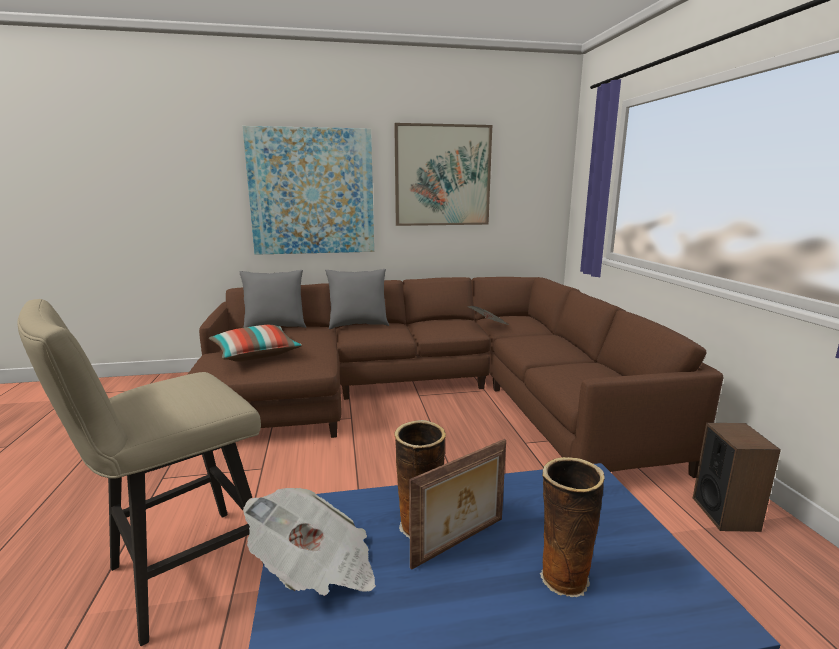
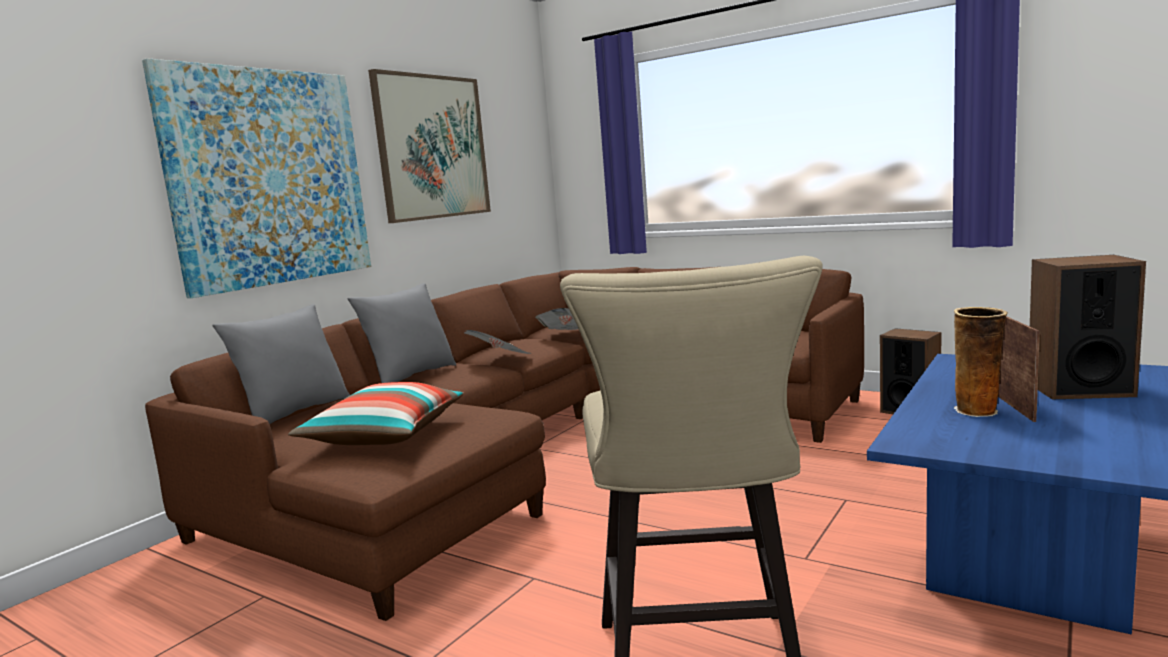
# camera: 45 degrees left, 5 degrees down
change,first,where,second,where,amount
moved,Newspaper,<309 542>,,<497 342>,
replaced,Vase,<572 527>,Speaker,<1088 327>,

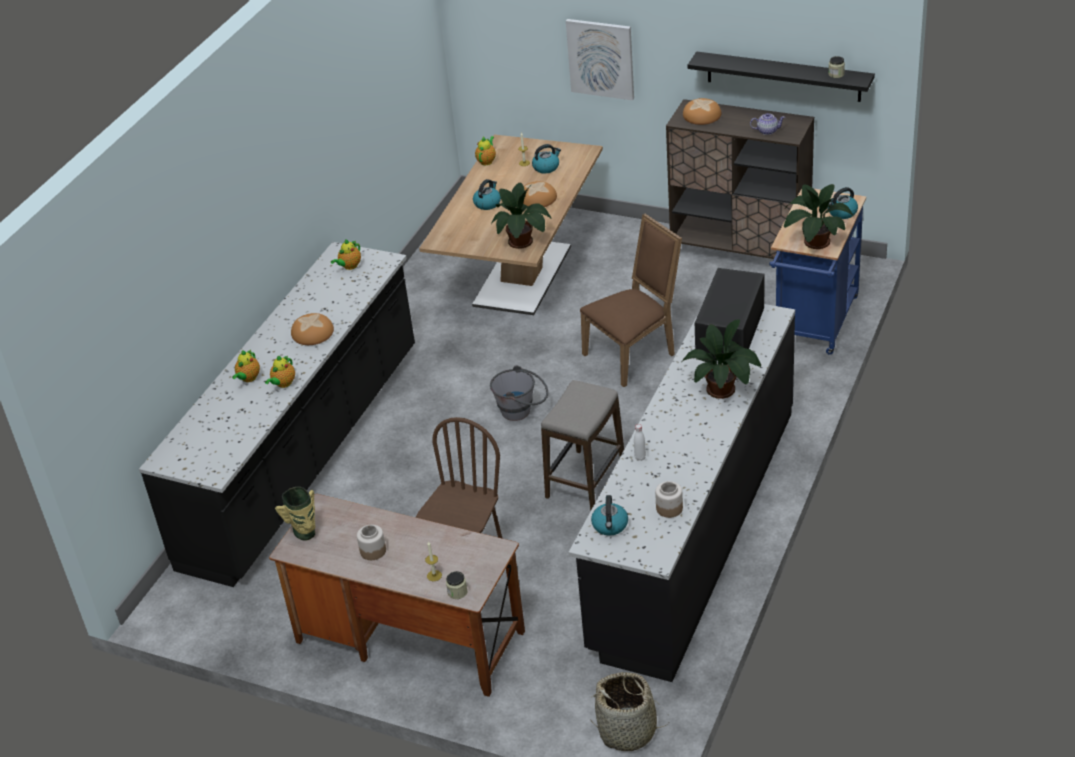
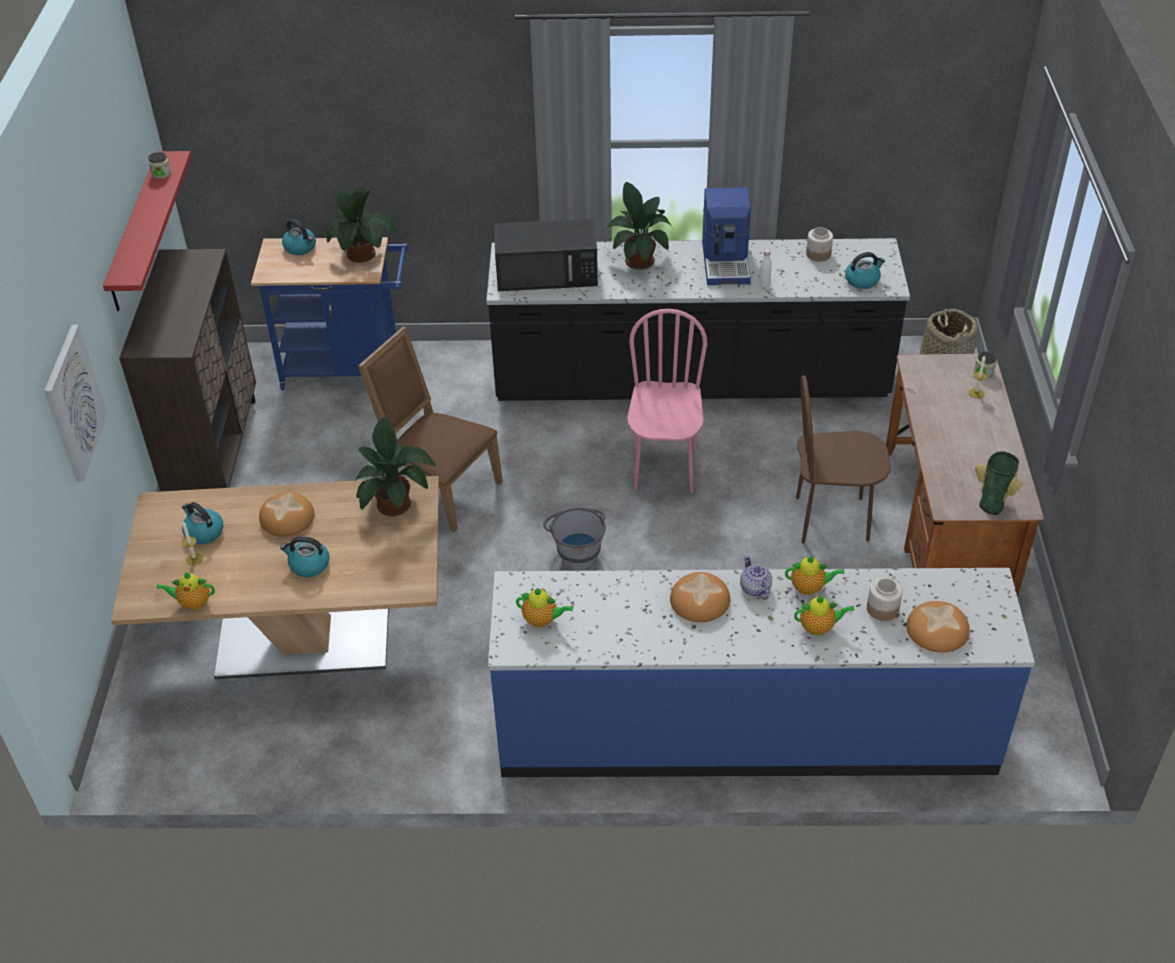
# camera: 115 degrees left, 5 degrees up
change,first,where,second,where,amount
recoloured,BlackCounter,<277 414>,BlueCounter,<761 672>,
moved,Jar,<371 542>,,<885 599>,
replaced,Stool,<582 445>,PinkChair,<667 401>,
moved,Bread,<702 111>,,<938 627>,
recoloured,BlackShelf,<781 76>,RedShelf,<147 231>,
moved,Teapot,<767 124>,,<756 577>,
added,,,CoffeeMachine,<726 236>,

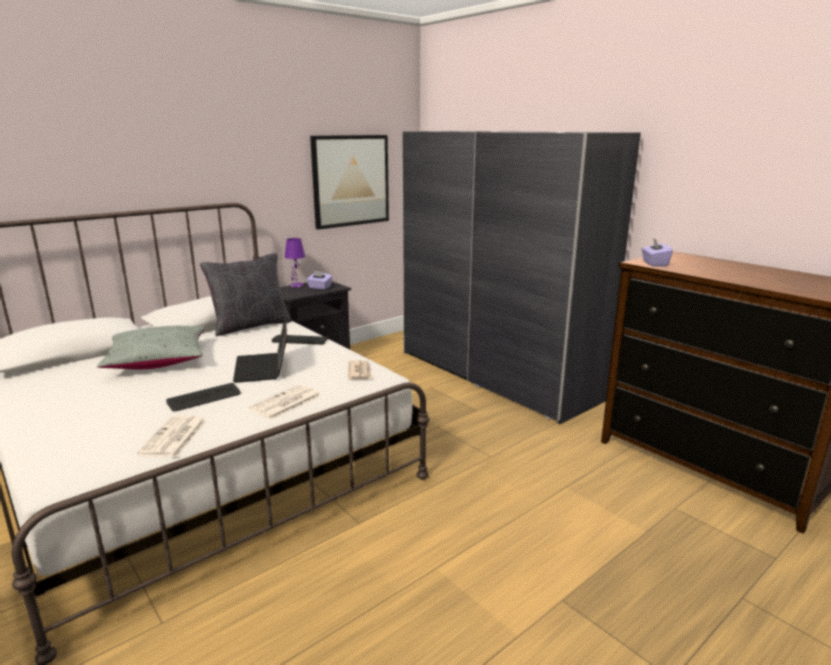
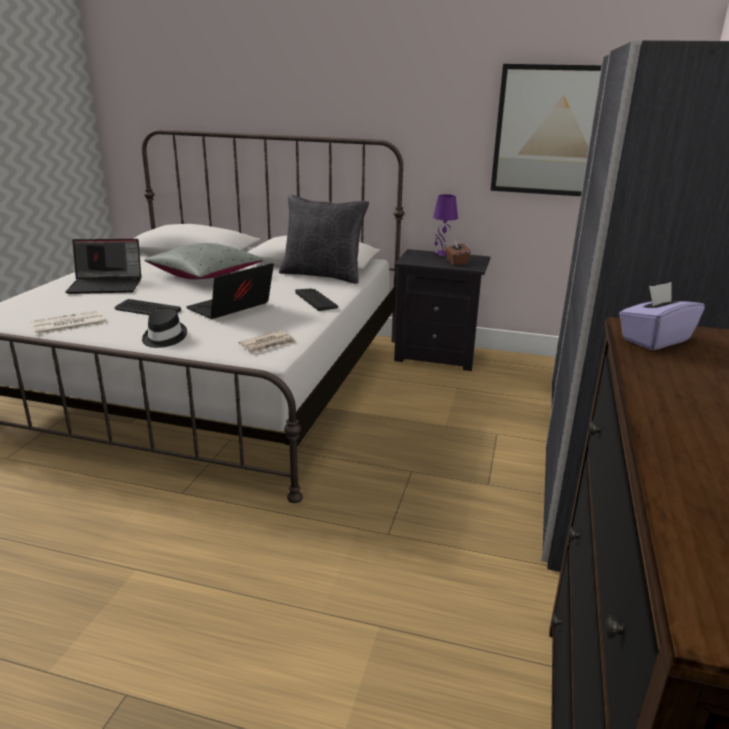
# camera: 55 degrees right, 5 degrees up
change,first,where,second,where,amount
replaced,Newspaper,<285 402>,BlackHat,<164 328>,
recoloured,PurpleTissueBox,<319 280>,BrownTissueBox,<457 252>,
added,,,Laptop,<103 266>,

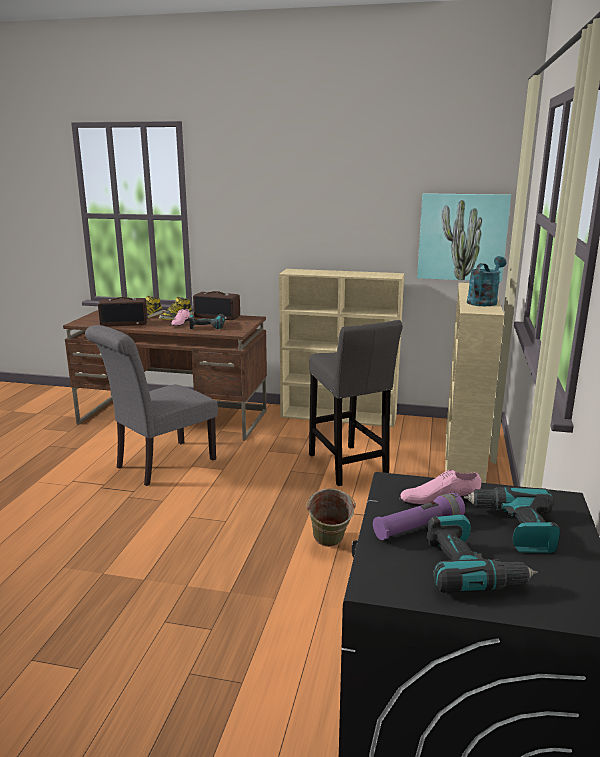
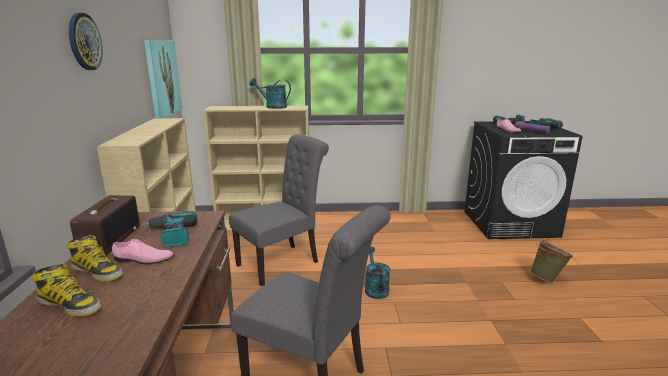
# camera: 105 degrees left, 0 degrees up
change,first,where,second,where,amount
removed,Radio,<123 312>,,,
moved,GreenBucket,<331 517>,,<551 261>,
replaced,GreyStool,<356 403>,GreyChair,<279 210>,
added,,,WallClock,<86 41>,
added,,,TurquoiseWateringCan,<377 273>,

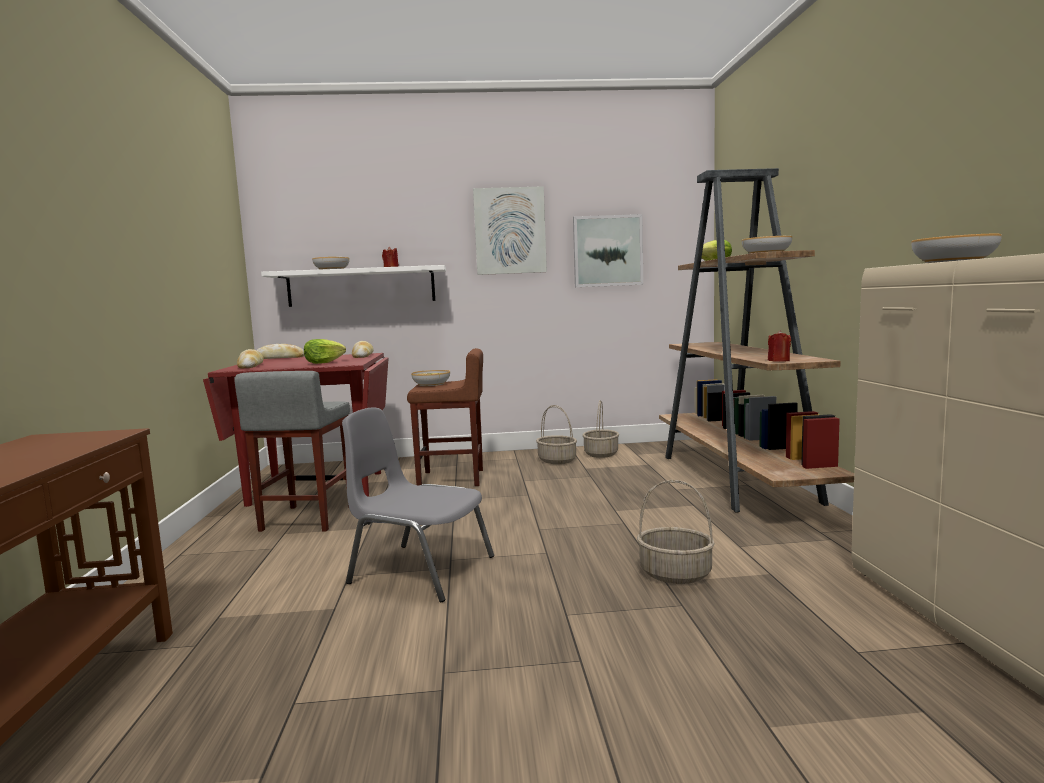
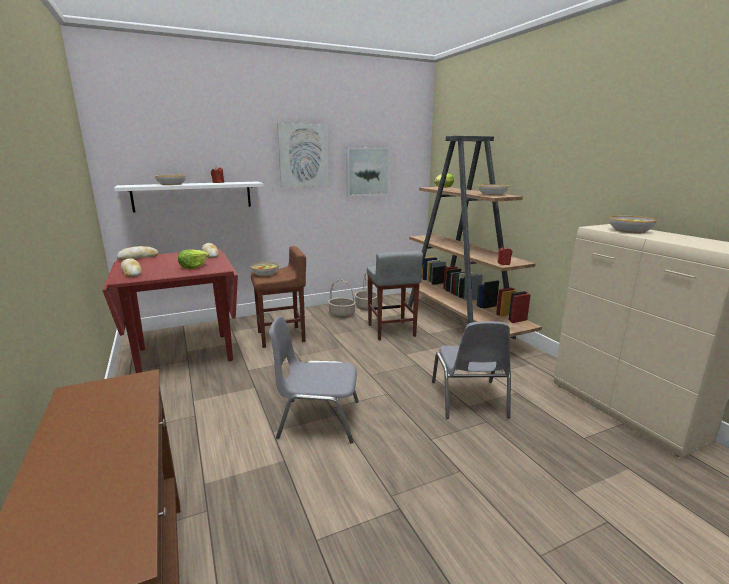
# camera: 20 degrees left, 10 degrees up
change,first,where,second,where,amount
moved,GreyStool,<292 451>,,<395 295>,
replaced,Basket,<676 532>,GreyChair,<471 370>,

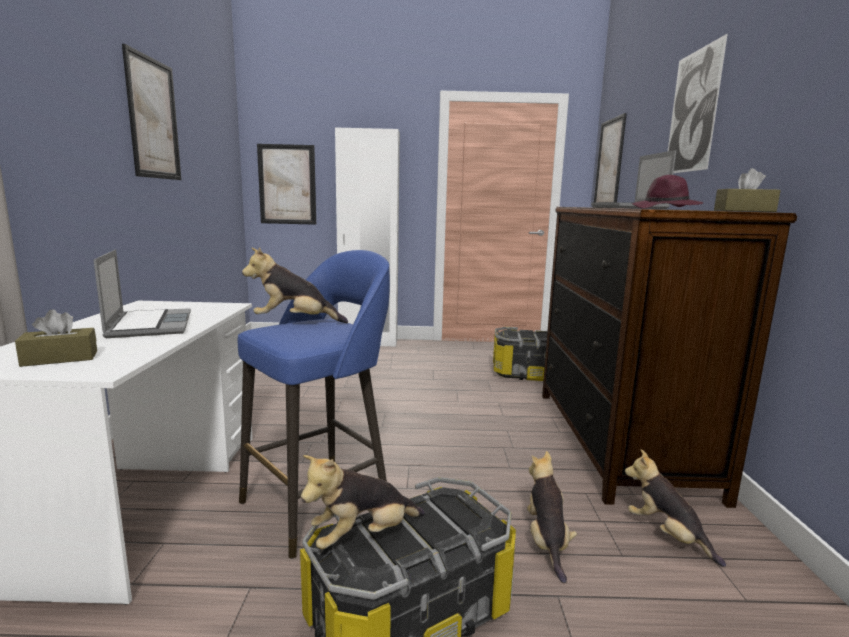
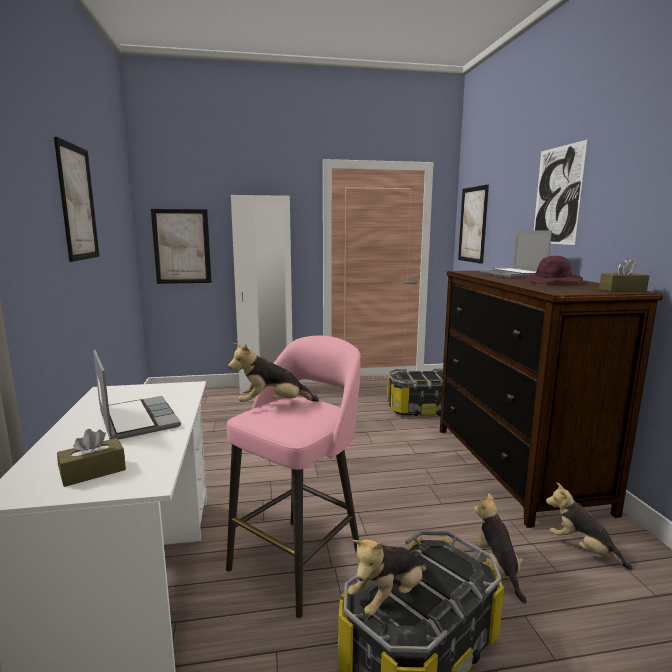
# camera: 10 degrees left, 0 degrees up
change,first,where,second,where,amount
recoloured,BlueStool,<314 404>,PinkStool,<293 477>,

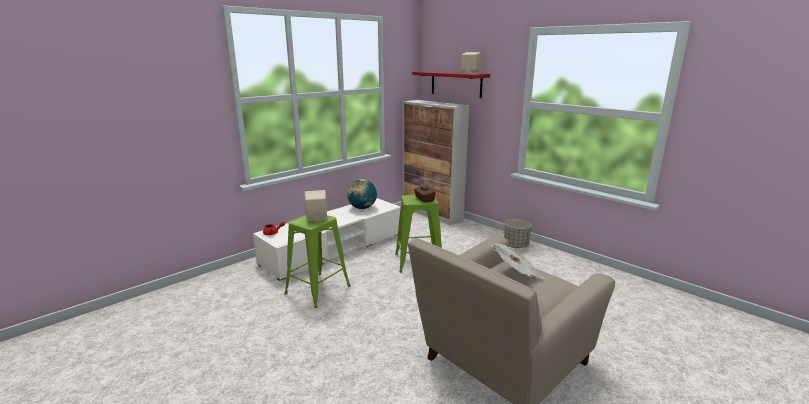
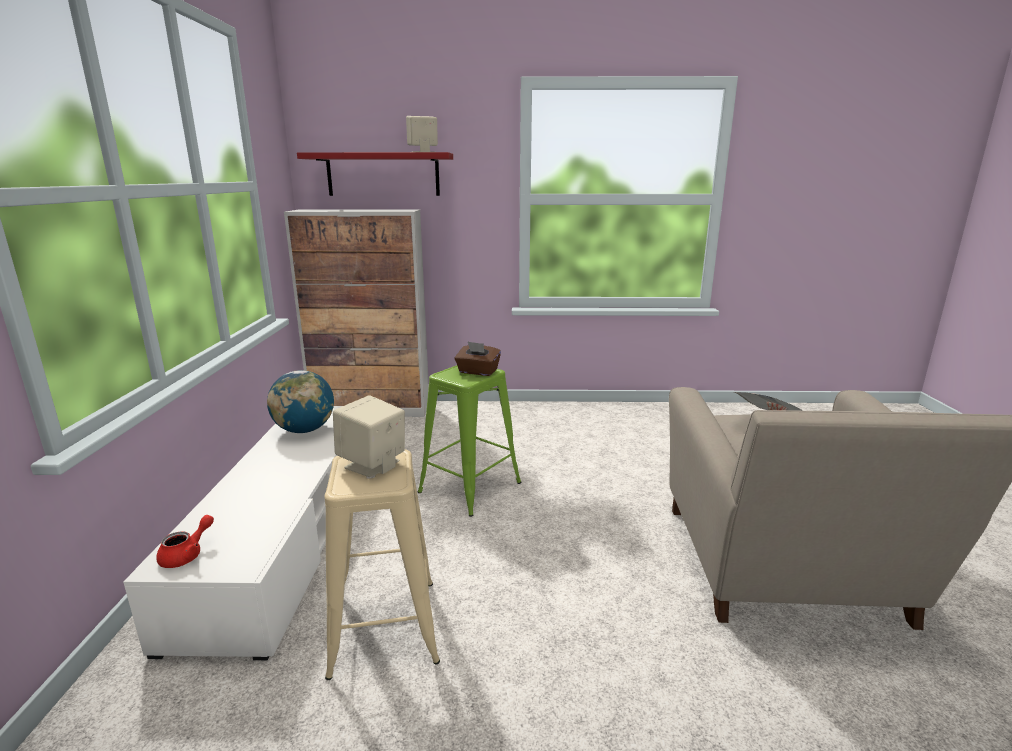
# camera: 45 degrees left, 0 degrees up
change,first,where,second,where,amount
recoloured,GreenStool,<317 261>,BeigeStool,<382 564>,
removed,GreyPlanter,<517 233>,,,

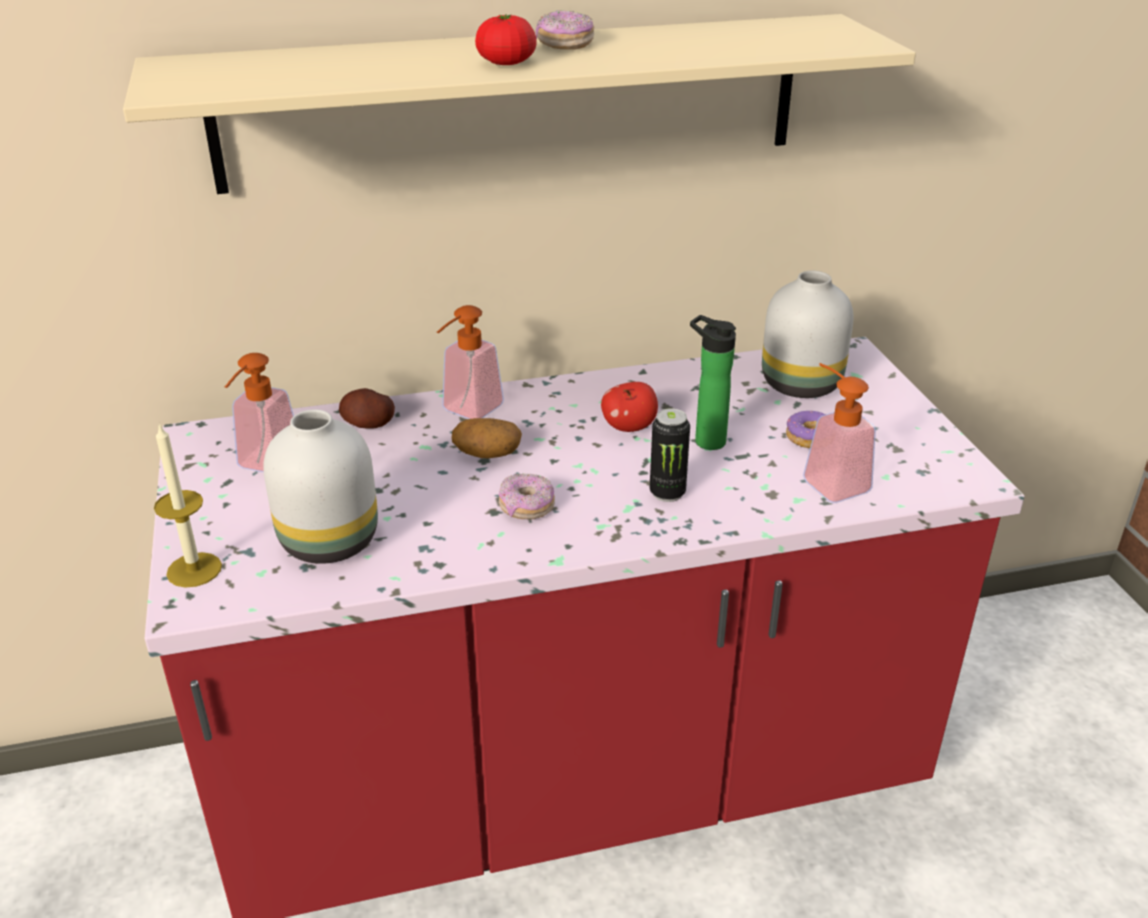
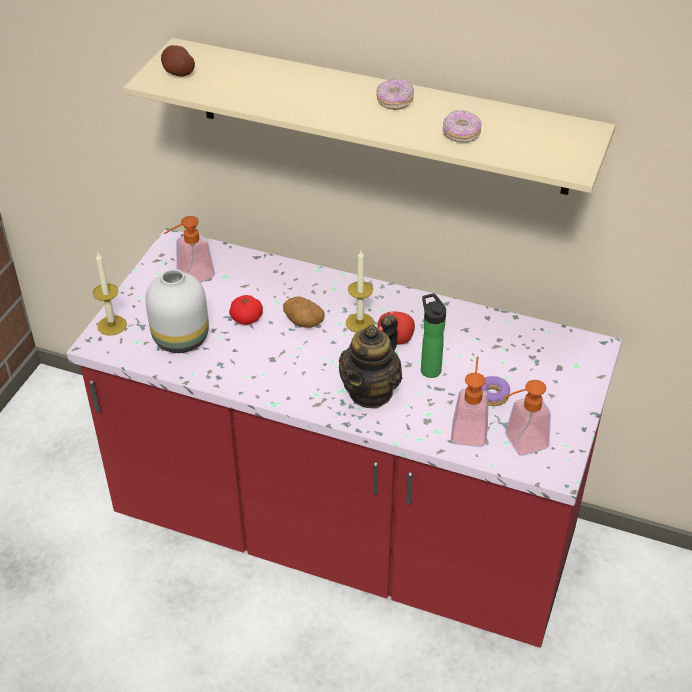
# camera: 35 degrees right, 10 degrees up
change,first,where,second,where,amount
moved,Potato,<367 408>,,<178 61>,
moved,SoapDispenser,<470 362>,,<527 418>,
moved,Tomato,<506 39>,,<246 310>,
moved,Donut,<527 496>,,<462 126>,
replaced,Can,<670 455>,Teapot,<370 362>,
removed,WhiteVase,<808 334>,,,
added,,,Candle,<360 292>,

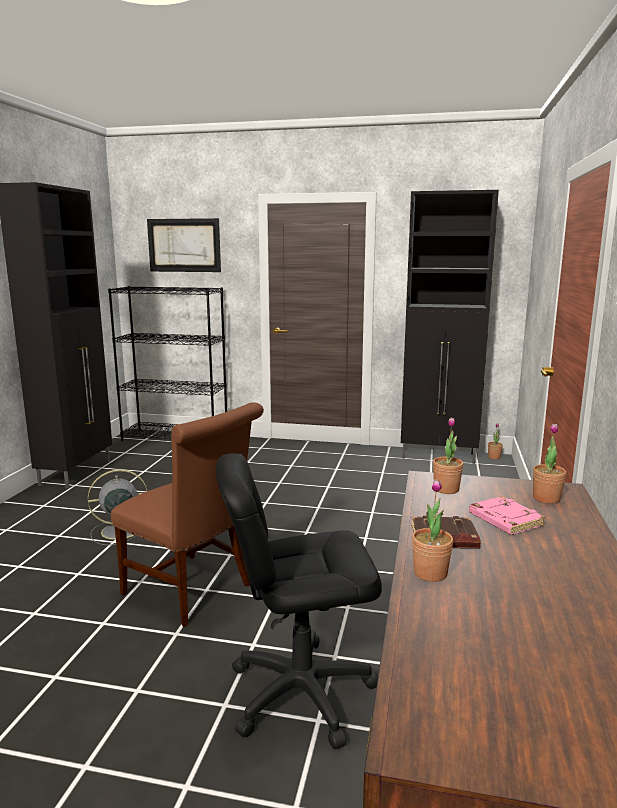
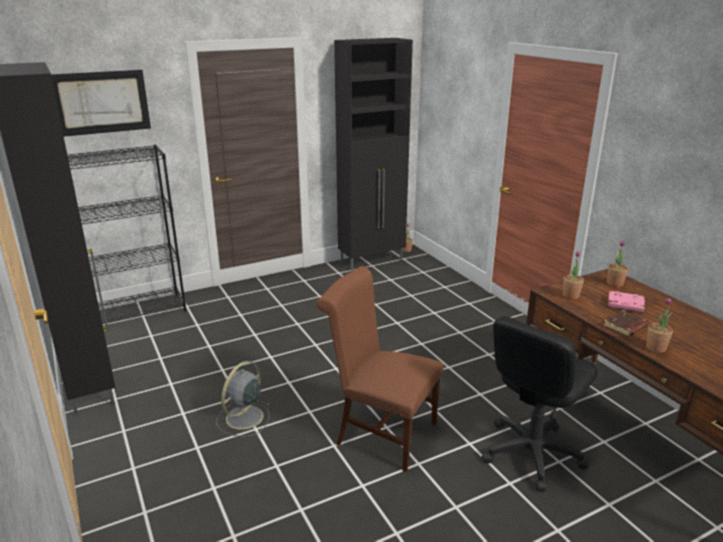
# camera: 40 degrees left, 10 degrees up
change,first,where,second,where,amount
turned,BrownChair,<187 514>,,<380 369>,150 degrees counterclockwise

